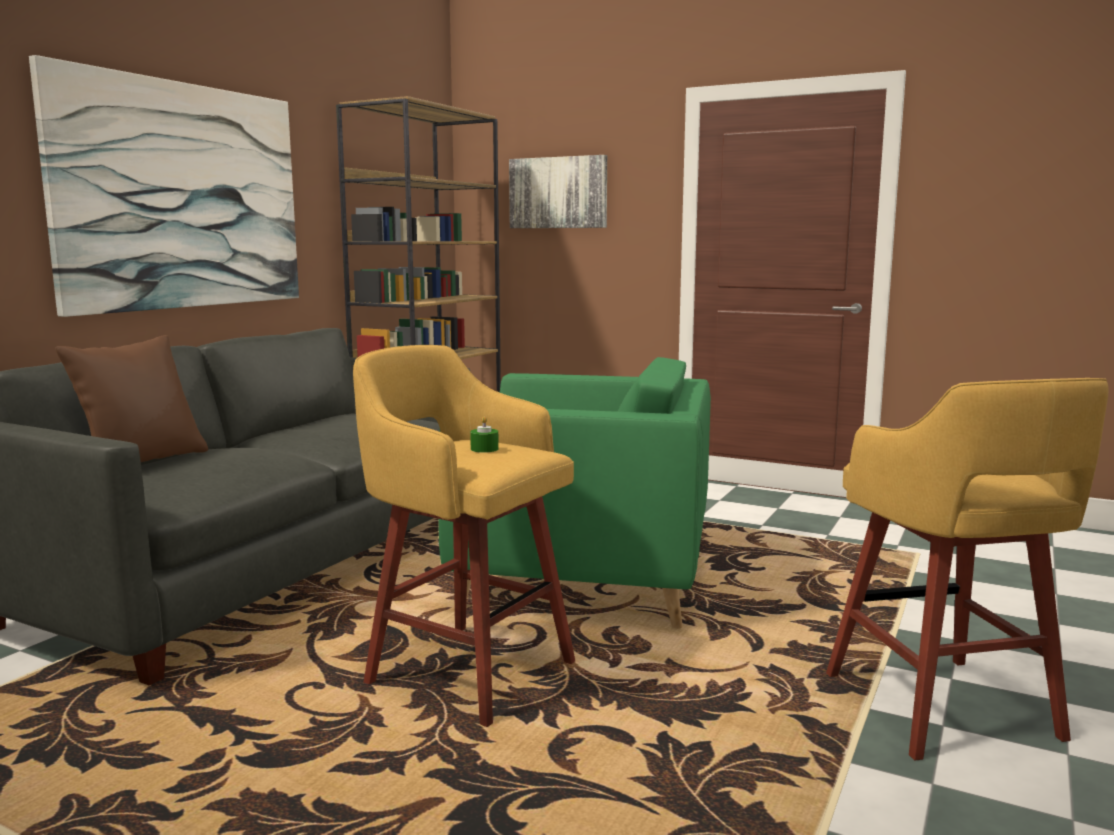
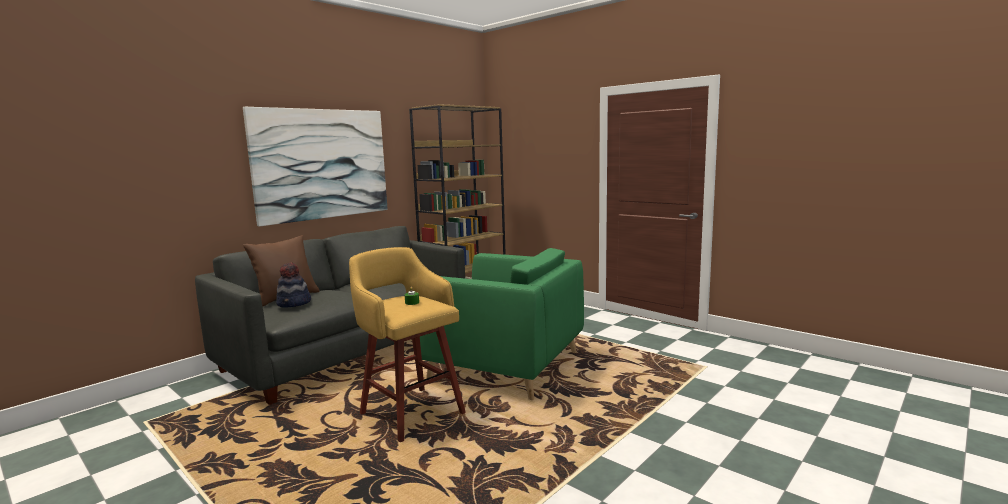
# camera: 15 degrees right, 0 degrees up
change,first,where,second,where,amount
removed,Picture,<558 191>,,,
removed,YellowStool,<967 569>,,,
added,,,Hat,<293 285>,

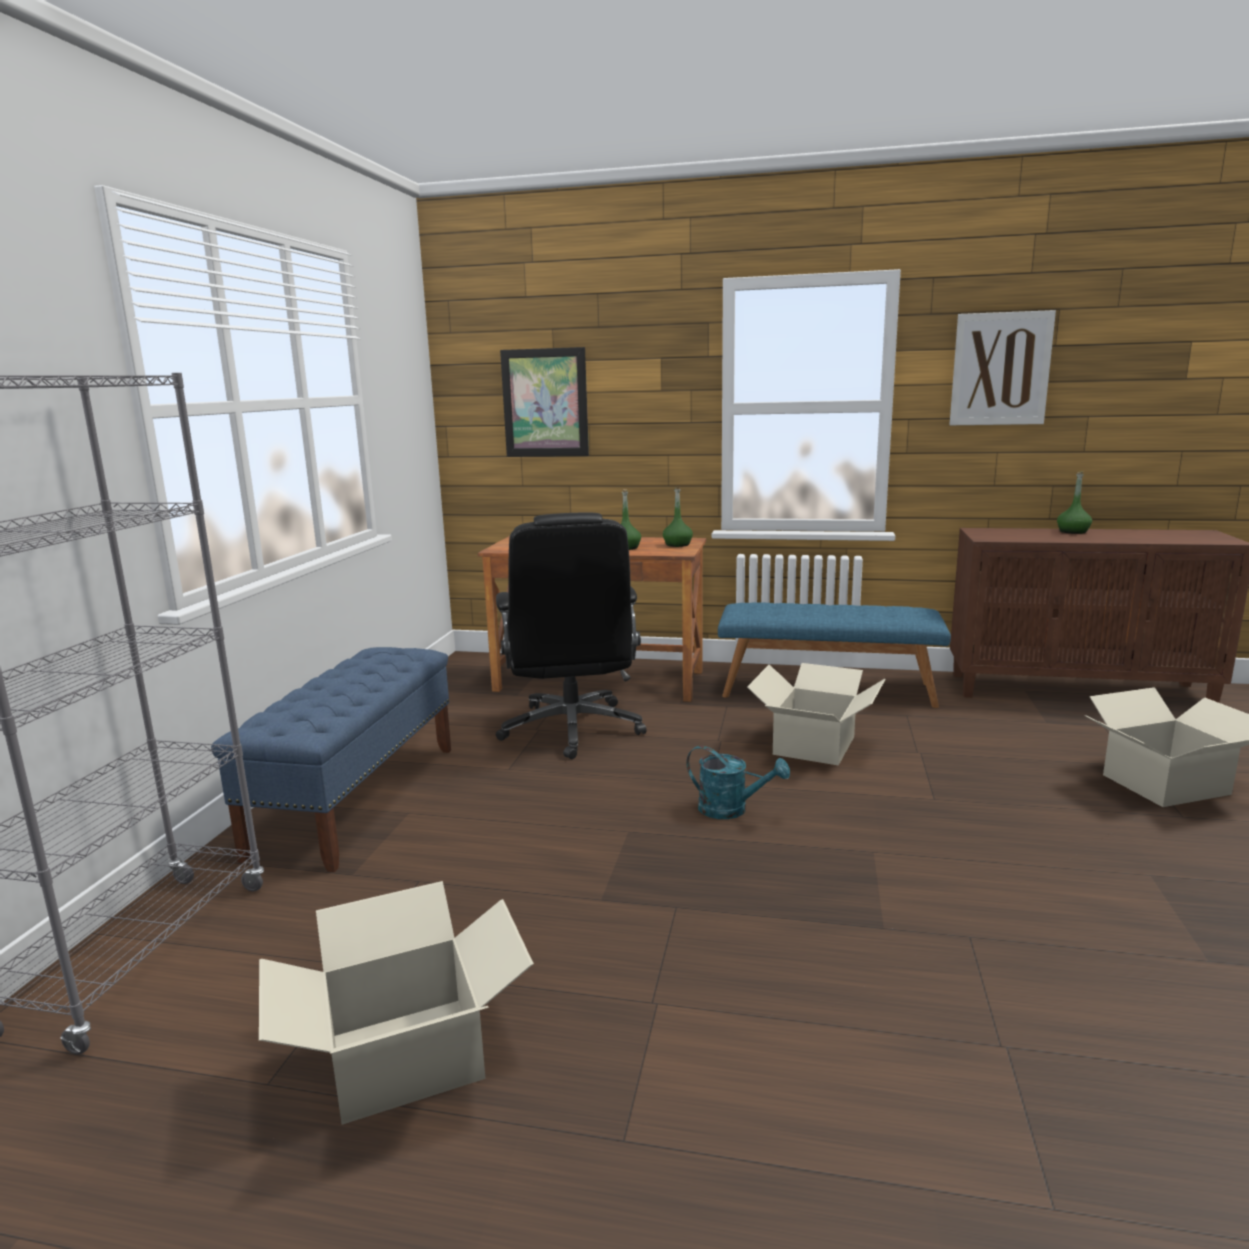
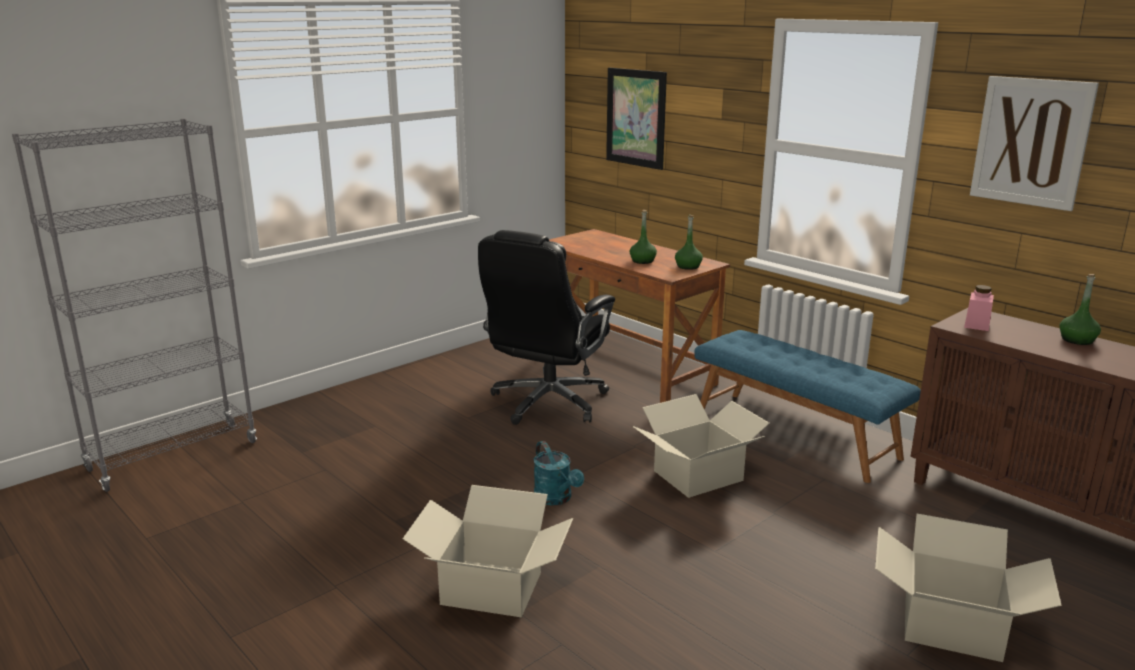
# camera: 35 degrees right, 5 degrees up
change,first,where,second,where,amount
removed,BlueBench,<331 759>,,,
moved,CardboardBox,<396 1003>,,<488 551>,
added,,,PinkJar,<979 308>,

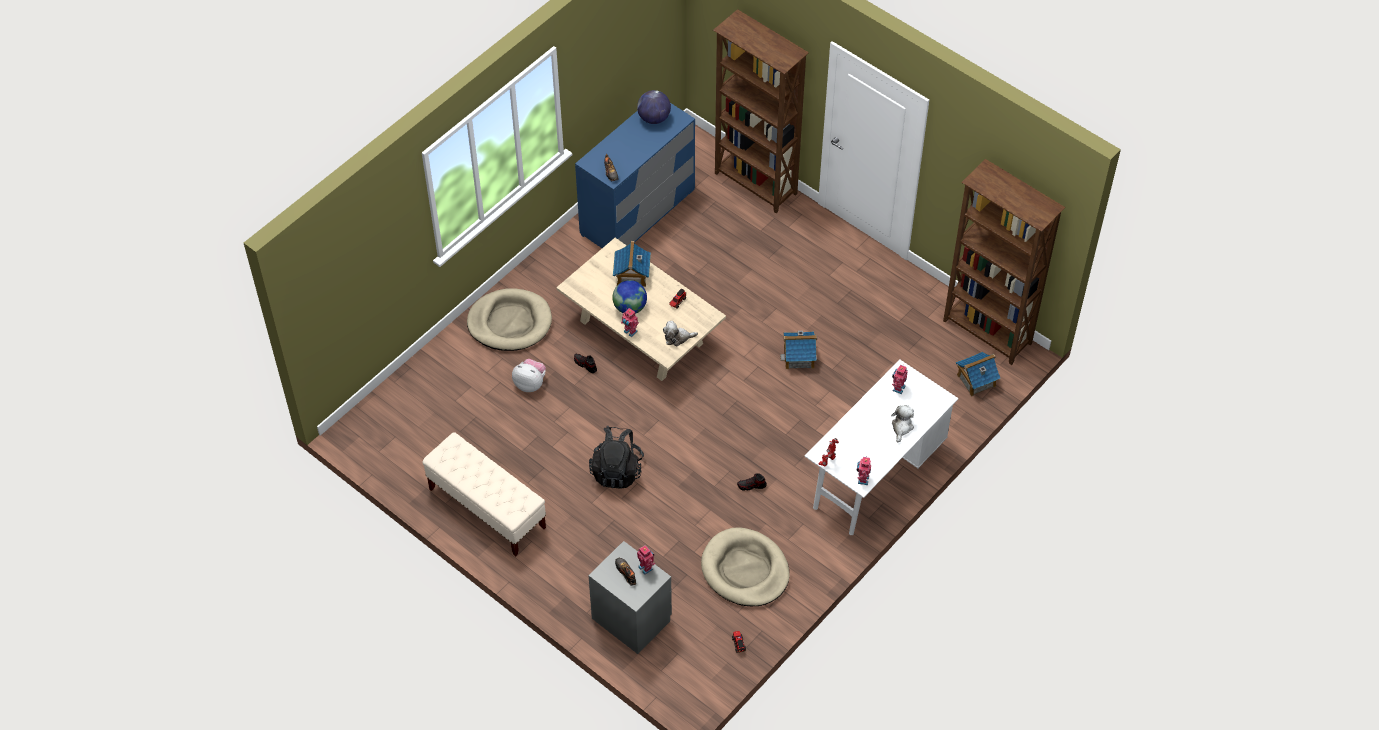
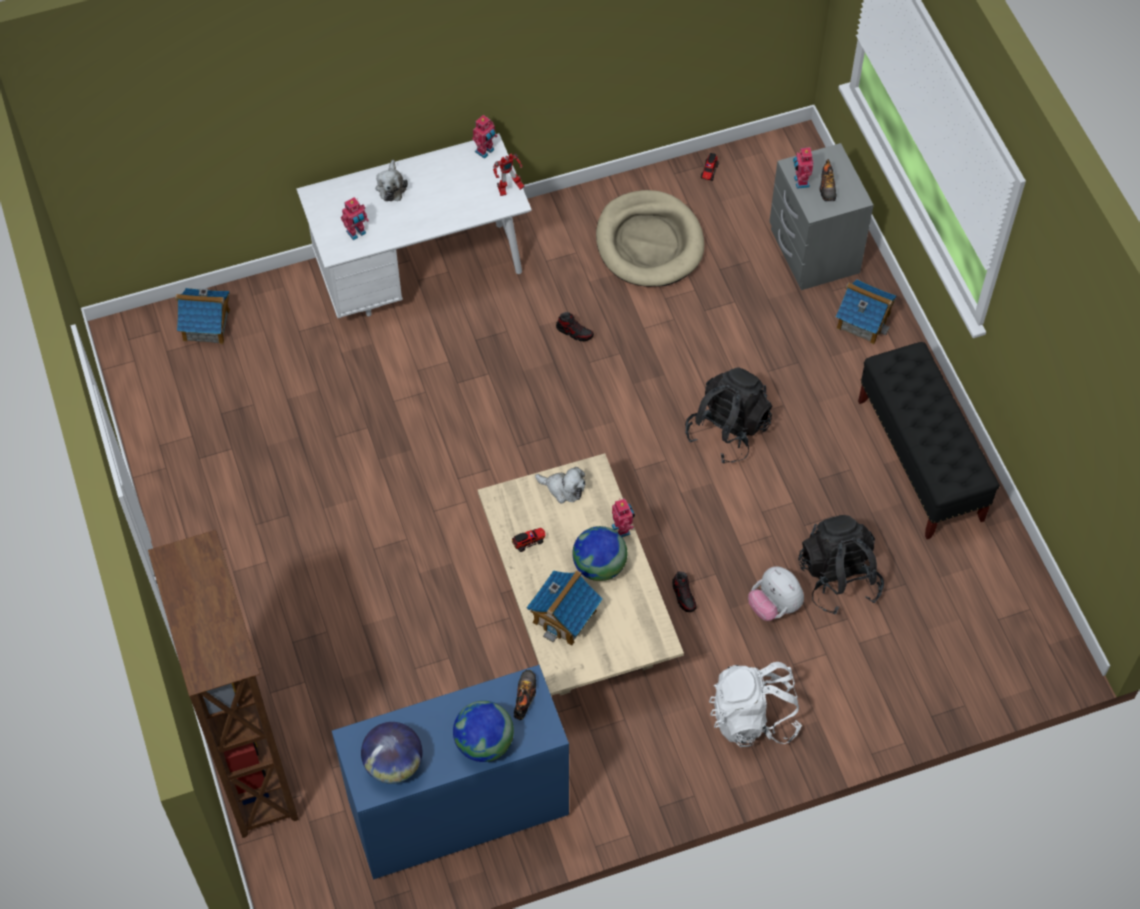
# camera: 150 degrees left, 5 degrees up
change,first,where,second,where,amount
recoloured,BeigeBench,<484 494>,BlackBench,<929 440>,
replaced,BeigeDogBed,<509 319>,WhiteBackpack,<755 704>,
moved,ToyHouse,<798 350>,,<866 311>,
turned,PlushToy,<902 424>,,<391 180>,45 degrees counterclockwise
removed,BrownBookcase,<1004 262>,,,
added,,,Globe,<483 731>,
added,,,BlackBackpack,<841 564>,

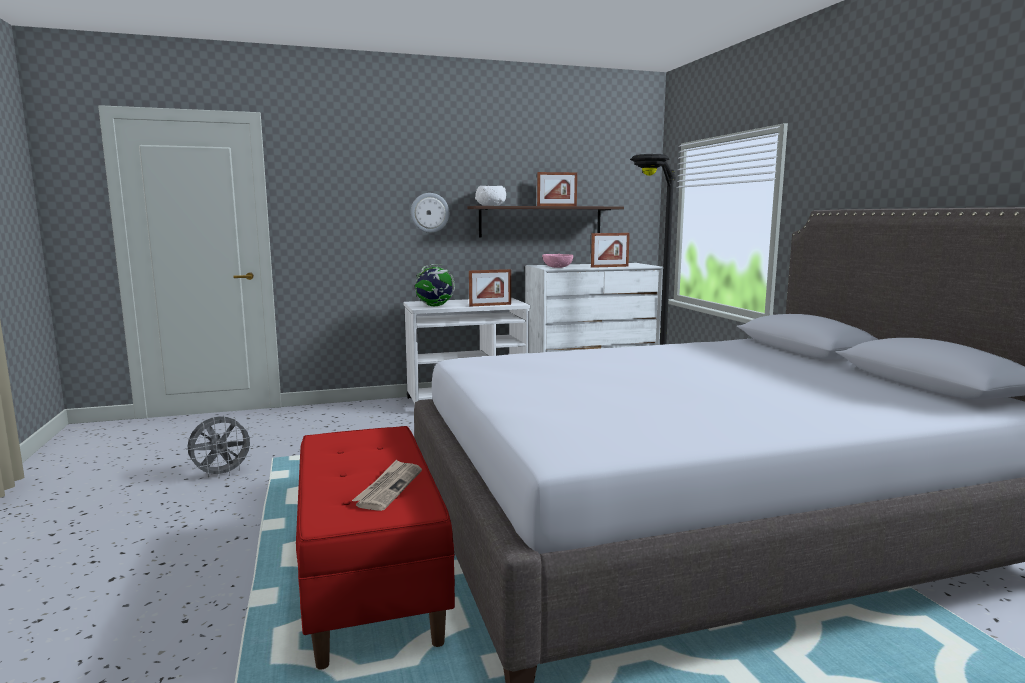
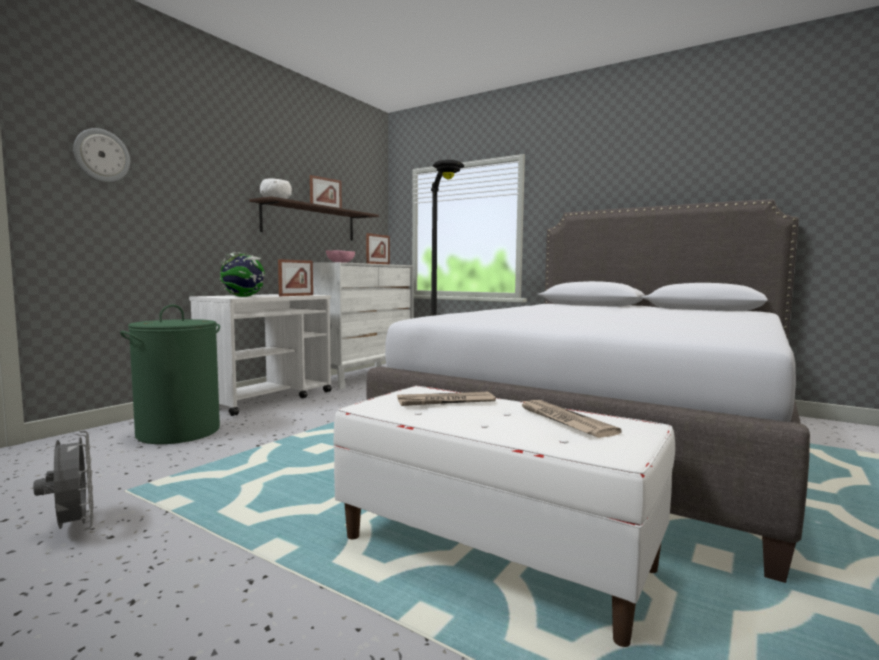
# camera: 40 degrees left, 5 degrees down
change,first,where,second,where,amount
turned,GreyFan,<220 446>,,<63 480>,45 degrees counterclockwise
recoloured,RedBench,<375 548>,WhiteBench,<504 516>,
moved,WallClock,<430 213>,,<101 155>,
added,,,GreenLaundryBasket,<170 374>,
added,,,Newspaper,<446 399>,

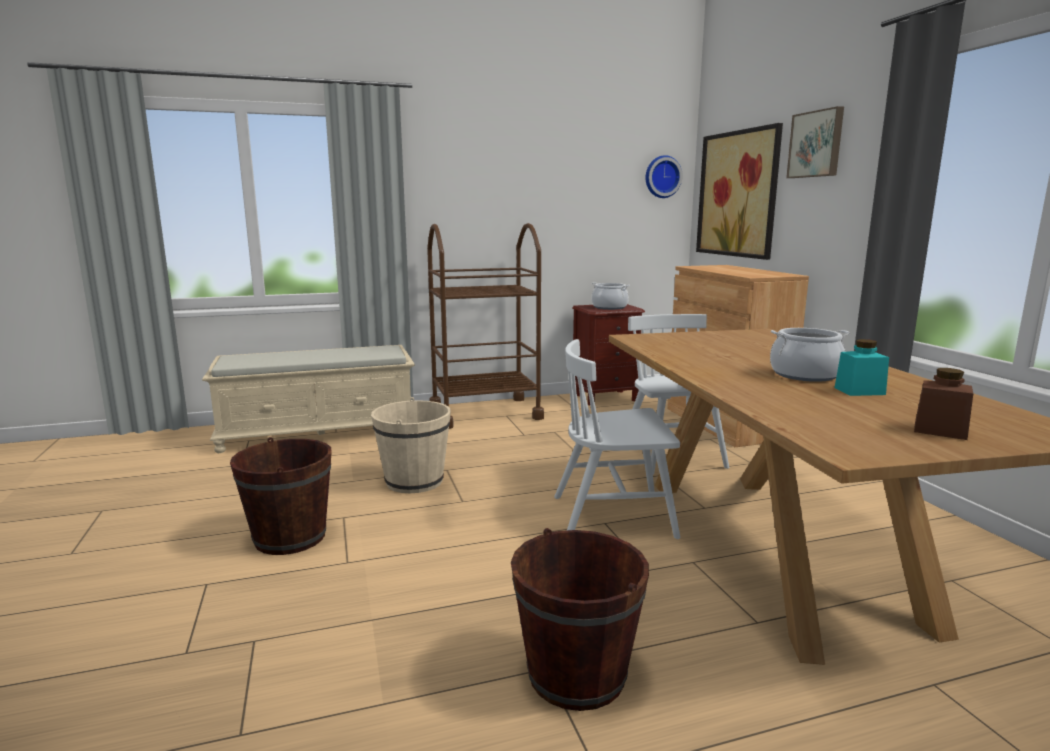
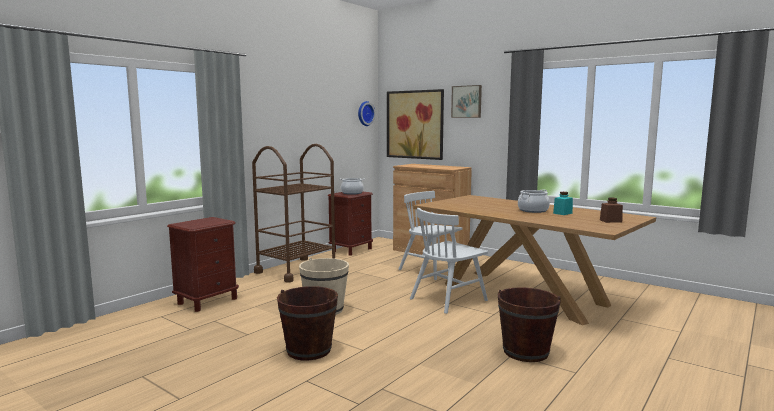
# camera: 35 degrees left, 5 degrees down
change,first,where,second,where,amount
replaced,BeigeBench,<308 399>,BrownNightstand,<203 264>,

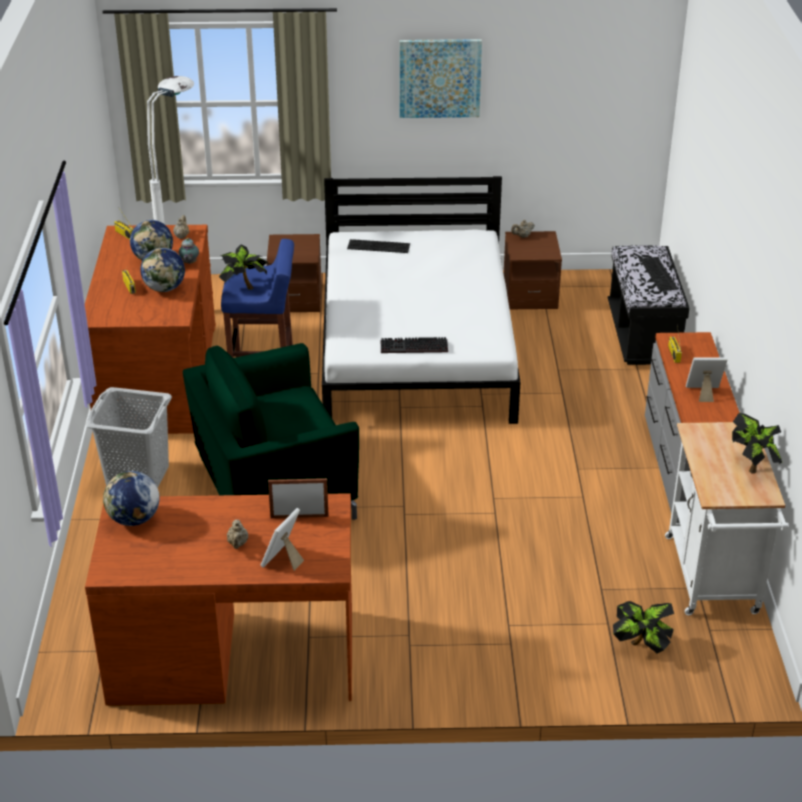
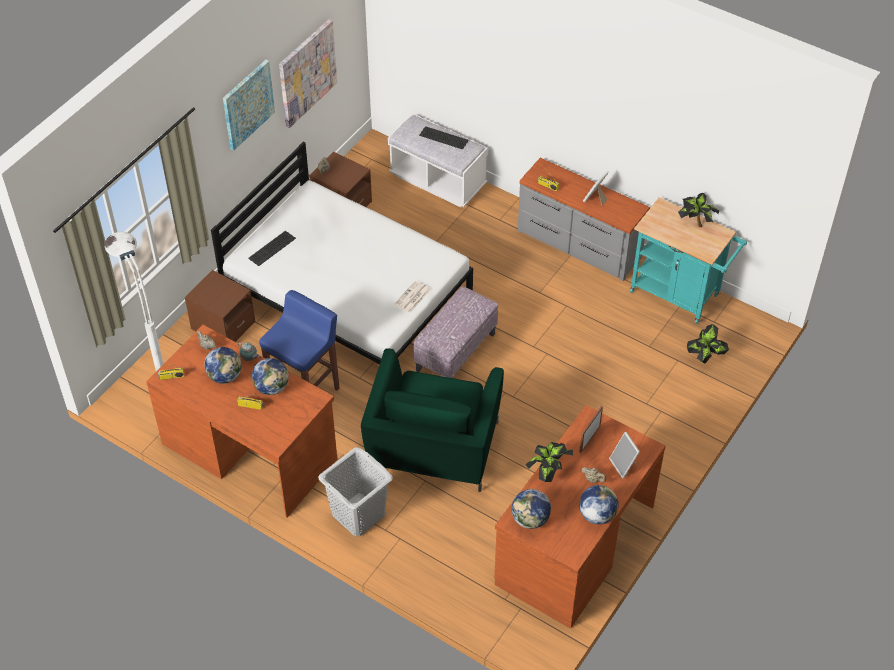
# camera: 55 degrees left, 15 degrees up
change,first,where,second,where,amount
moved,PottedPlant,<244 267>,,<549 462>,
replaced,Keyboard,<414 345>,Newspaper,<412 297>,
recoloured,BlackBench,<648 305>,WhiteBench,<438 160>,
recoloured,WhiteCart,<727 518>,TurquoiseCart,<688 260>,
added,,,Picture,<308 73>,
added,,,Ottoman,<456 332>,
added,,,Globe,<599 504>,

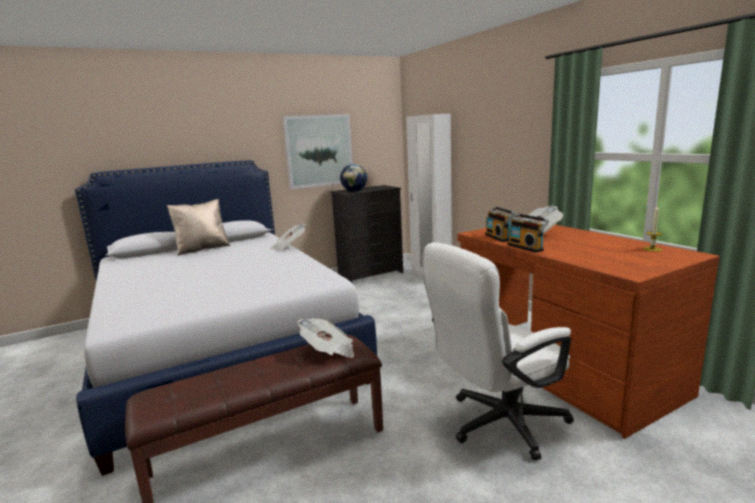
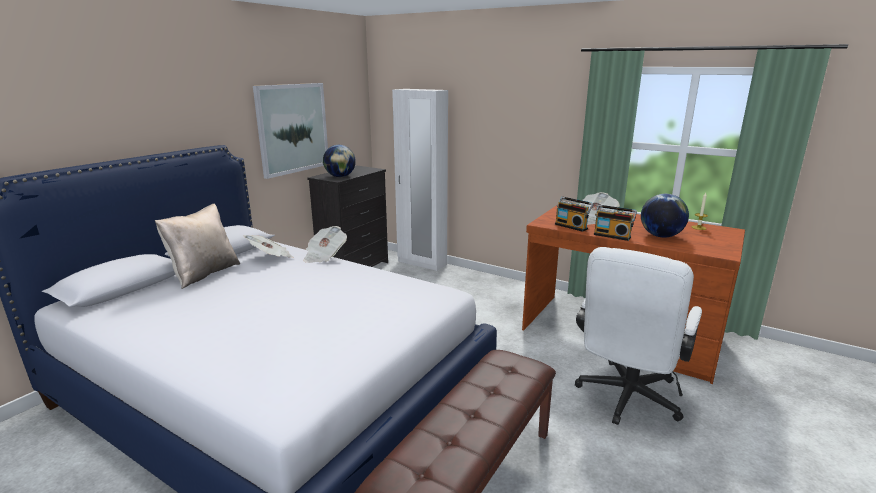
# camera: 30 degrees left, 5 degrees up
change,first,where,second,where,amount
moved,Newspaper,<326 338>,,<268 246>,
added,,,Globe,<665 216>,

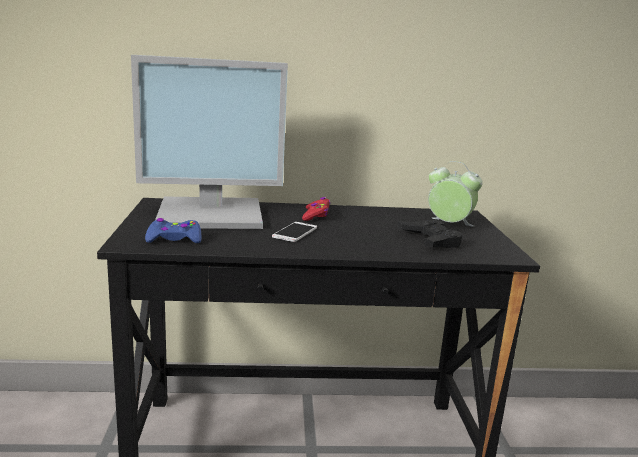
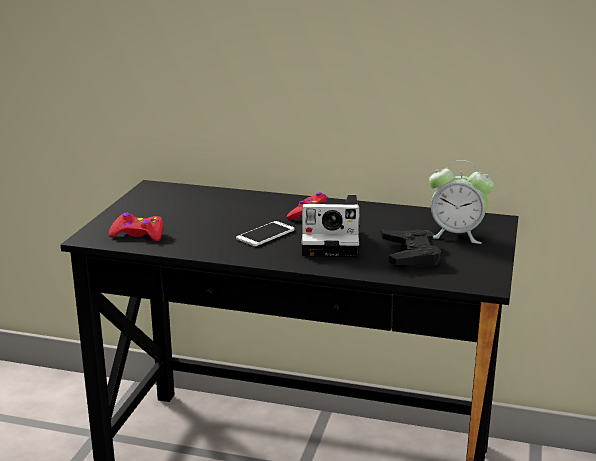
# camera: 20 degrees right, 5 degrees up
change,first,where,second,where,amount
removed,Monitor,<209 142>,,,
recoloured,BlueGameController,<173 230>,RedGameController,<135 226>,
turned,AlarmClock,<455 193>,,<461 202>,150 degrees clockwise
added,,,PhotoCamera,<330 226>,

